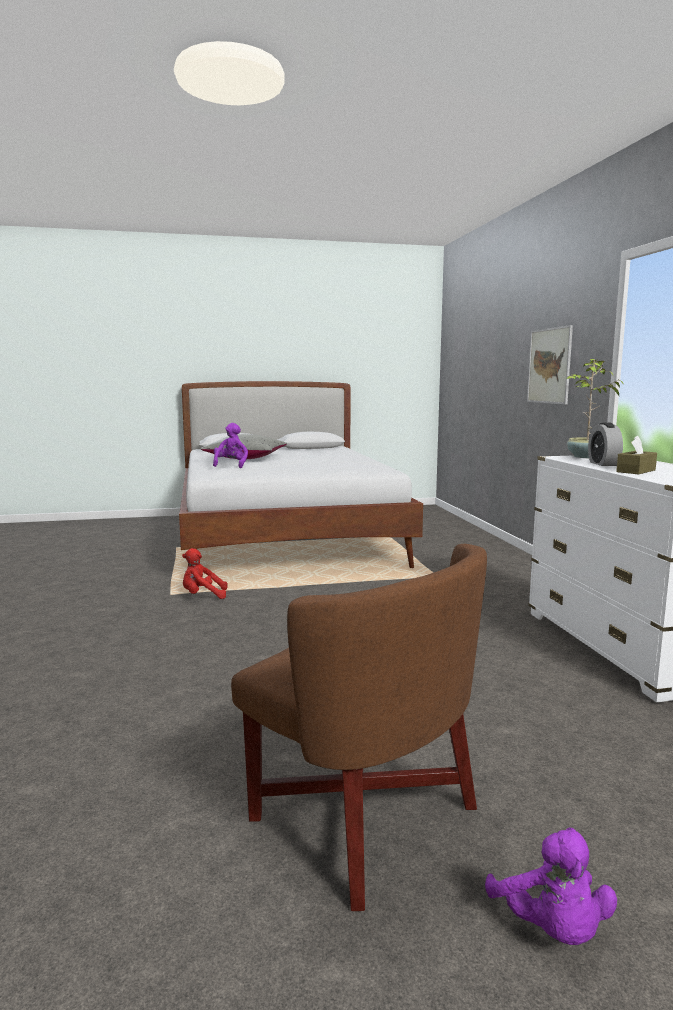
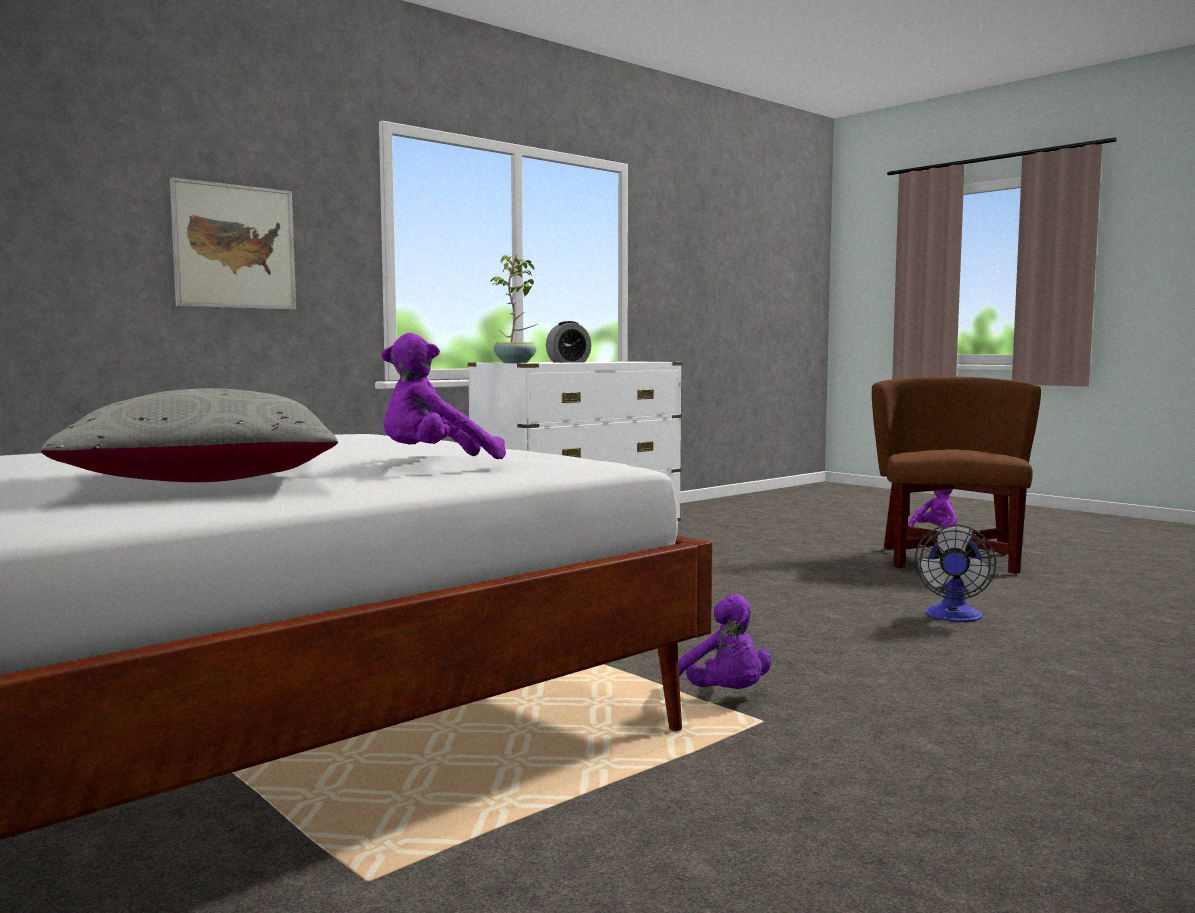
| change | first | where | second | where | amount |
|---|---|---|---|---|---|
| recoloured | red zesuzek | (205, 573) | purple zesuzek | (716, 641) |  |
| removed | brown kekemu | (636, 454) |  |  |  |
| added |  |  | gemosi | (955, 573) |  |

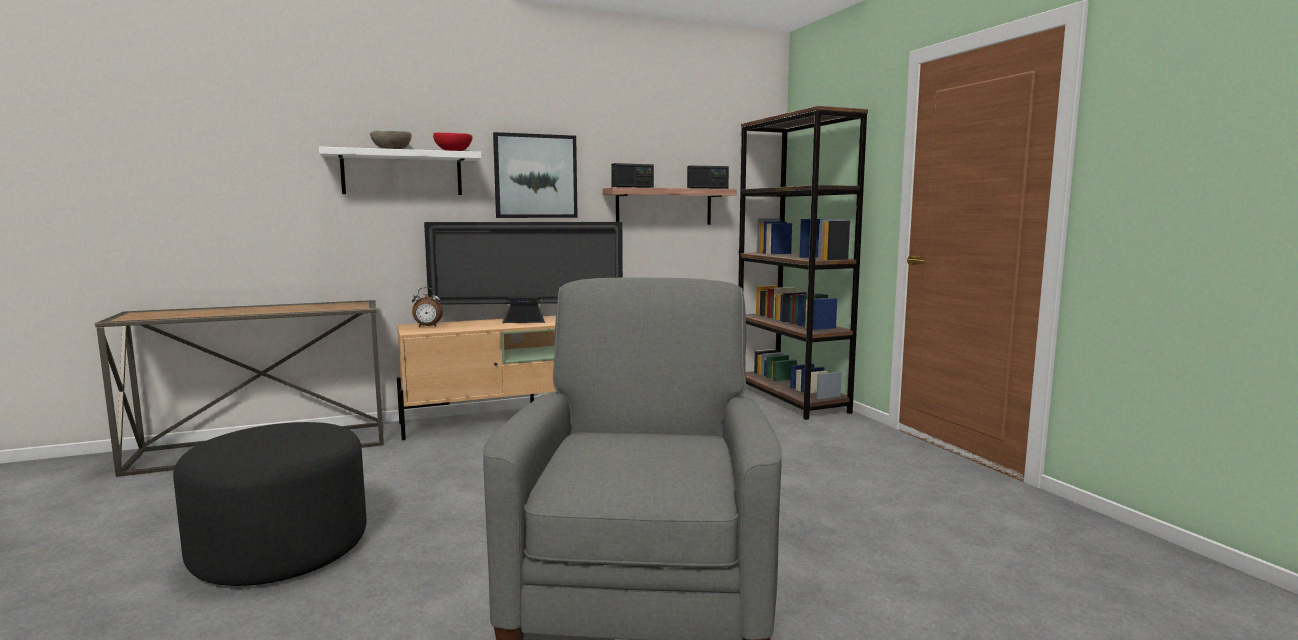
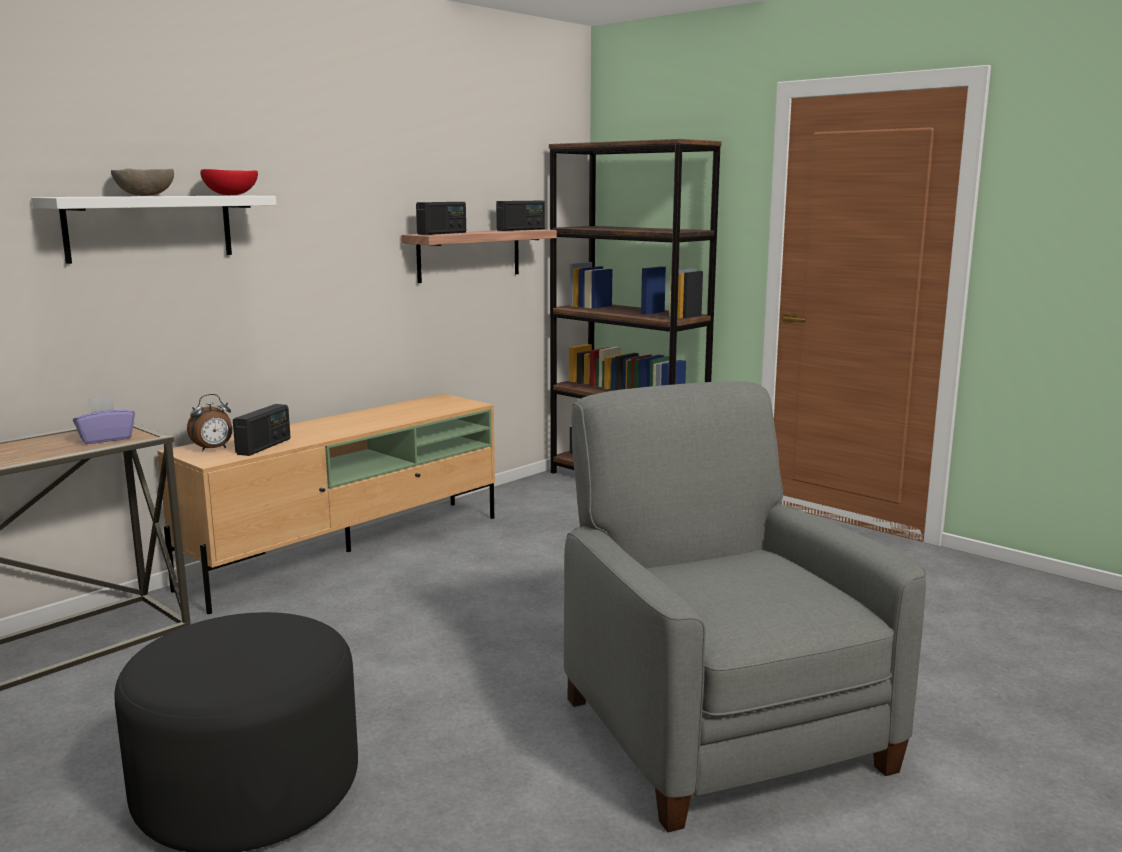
| change | first | where | second | where | amount |
|---|---|---|---|---|---|
| removed | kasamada | (523, 272) |  |  |  |
| removed | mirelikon | (535, 175) |  |  |  |
| added |  |  | purple kekemu | (104, 420) |  |
| added |  |  | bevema | (262, 430) |  |

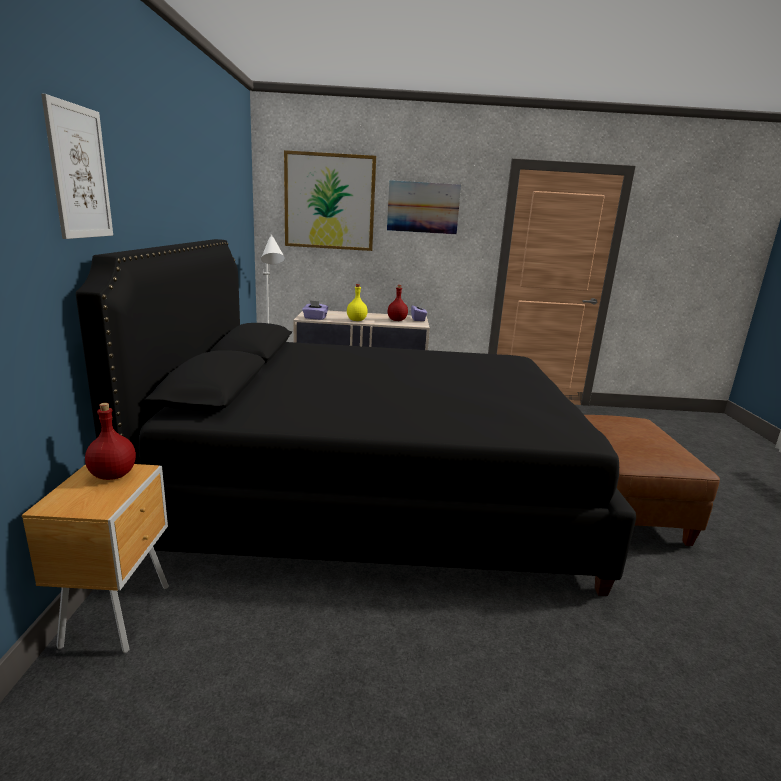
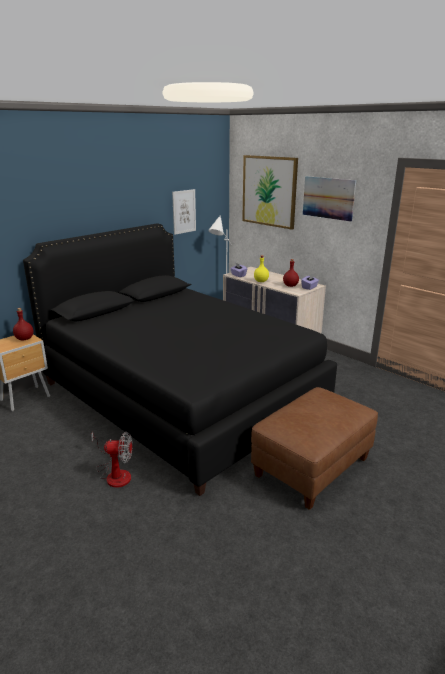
| change | first | where | second | where | amount |
|---|---|---|---|---|---|
| moved | mirelikon | (77, 166) |  | (184, 212) |  |
| added |  |  | gemosi | (112, 460) |  |

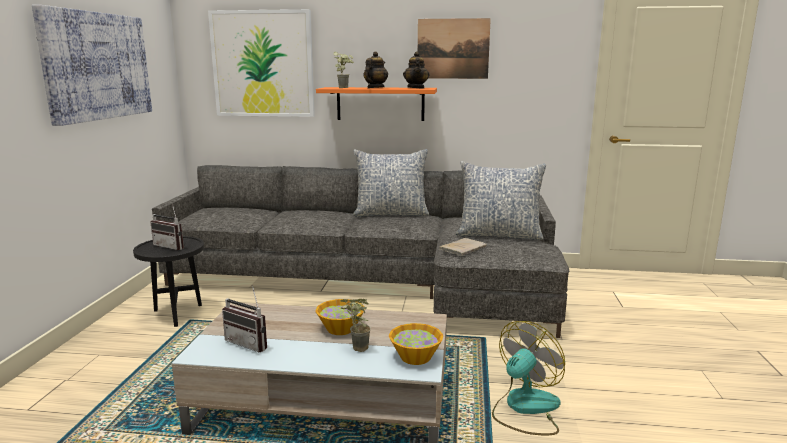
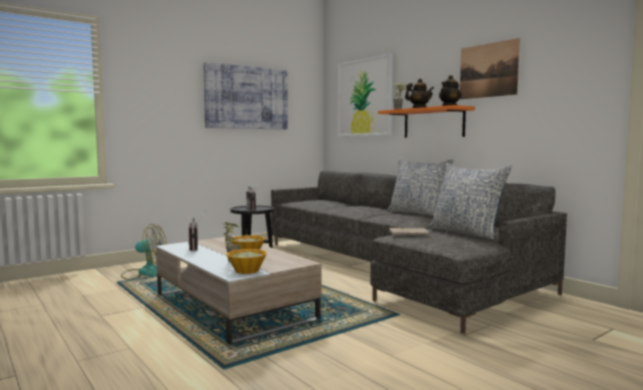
| change | first | where | second | where | amount |
|---|---|---|---|---|---|
| moved | gemosi | (528, 378) |  | (144, 252) |  |

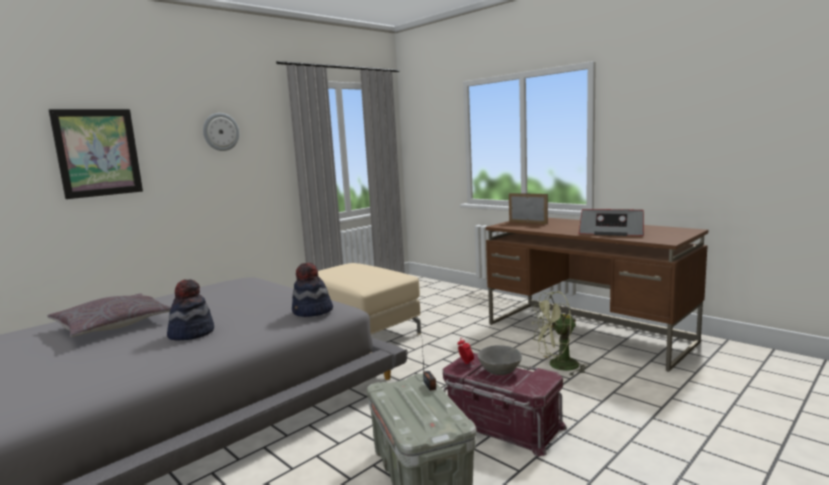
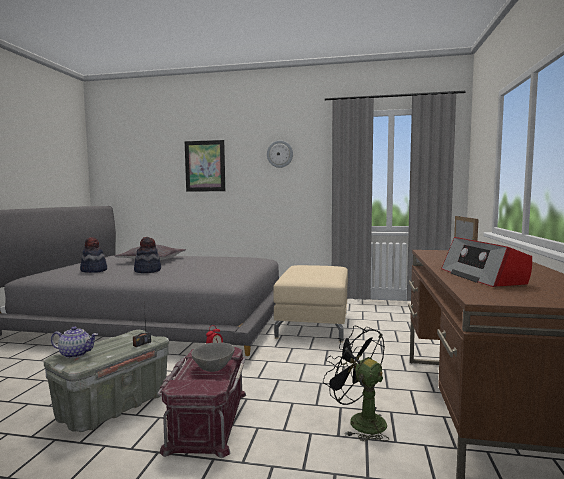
| change | first | where | second | where | amount |
|---|---|---|---|---|---|
| moved | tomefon | (312, 290) |  | (93, 255) |  |
| recoloured | green gemosi | (561, 333) | black gemosi | (356, 384) |  |
| added |  |  | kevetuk | (74, 342) |  |

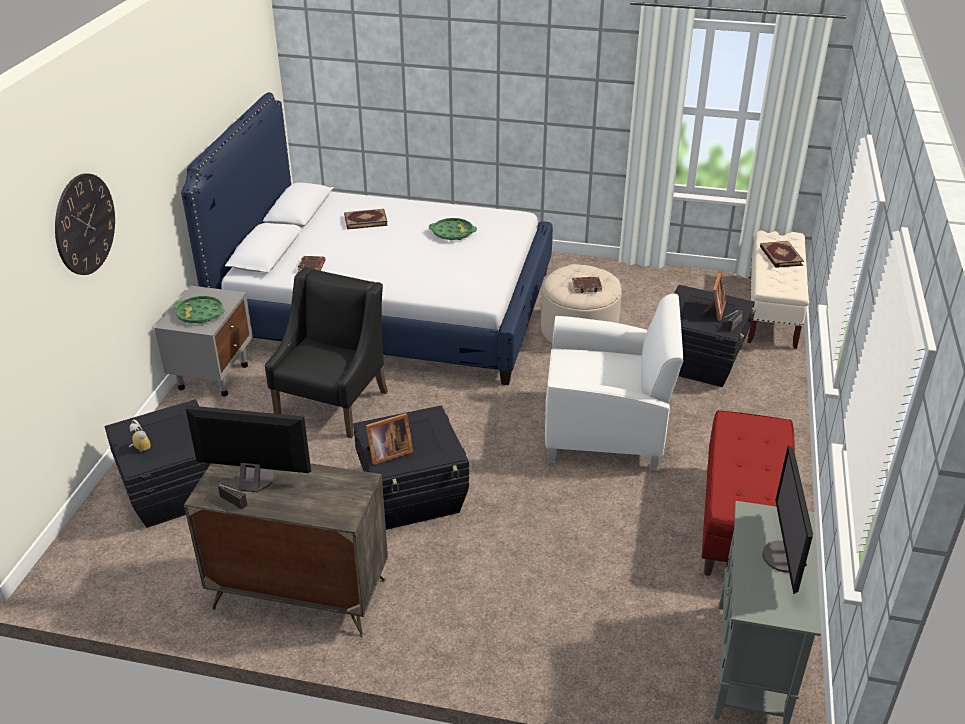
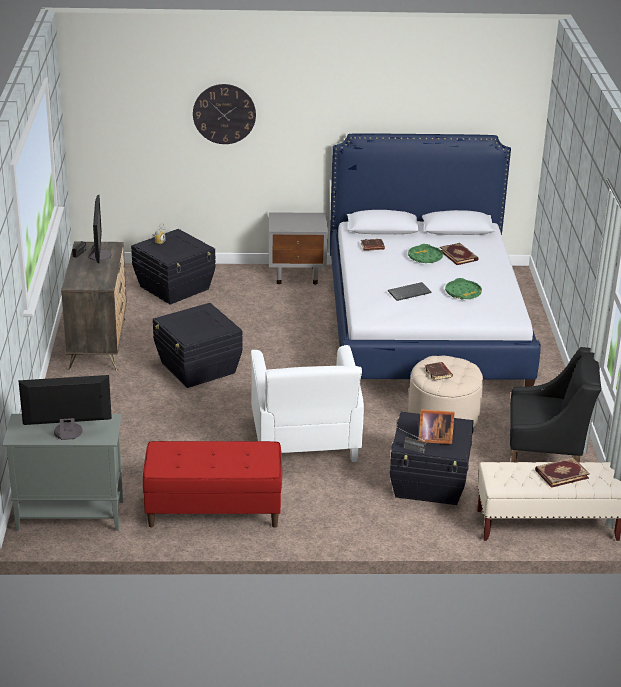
| change | first | where | second | where | amount |
|---|---|---|---|---|---|
| moved | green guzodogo | (199, 310) |  | (425, 253) |  |
| moved | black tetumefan | (326, 352) |  | (555, 405) |  |
| removed | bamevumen | (389, 439) |  |  |  |
| added |  |  | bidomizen | (409, 291) |  |

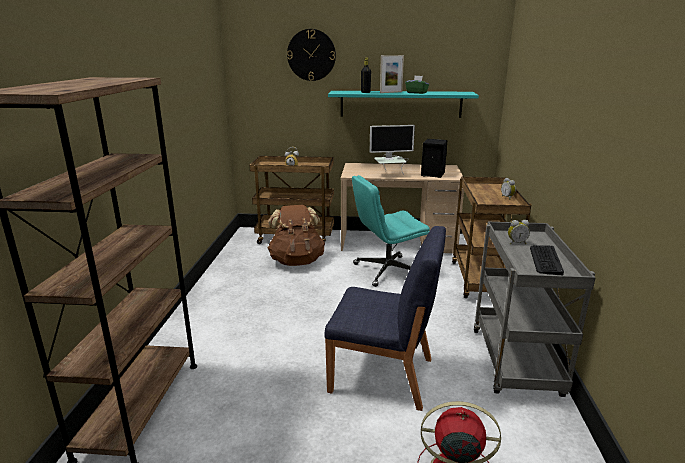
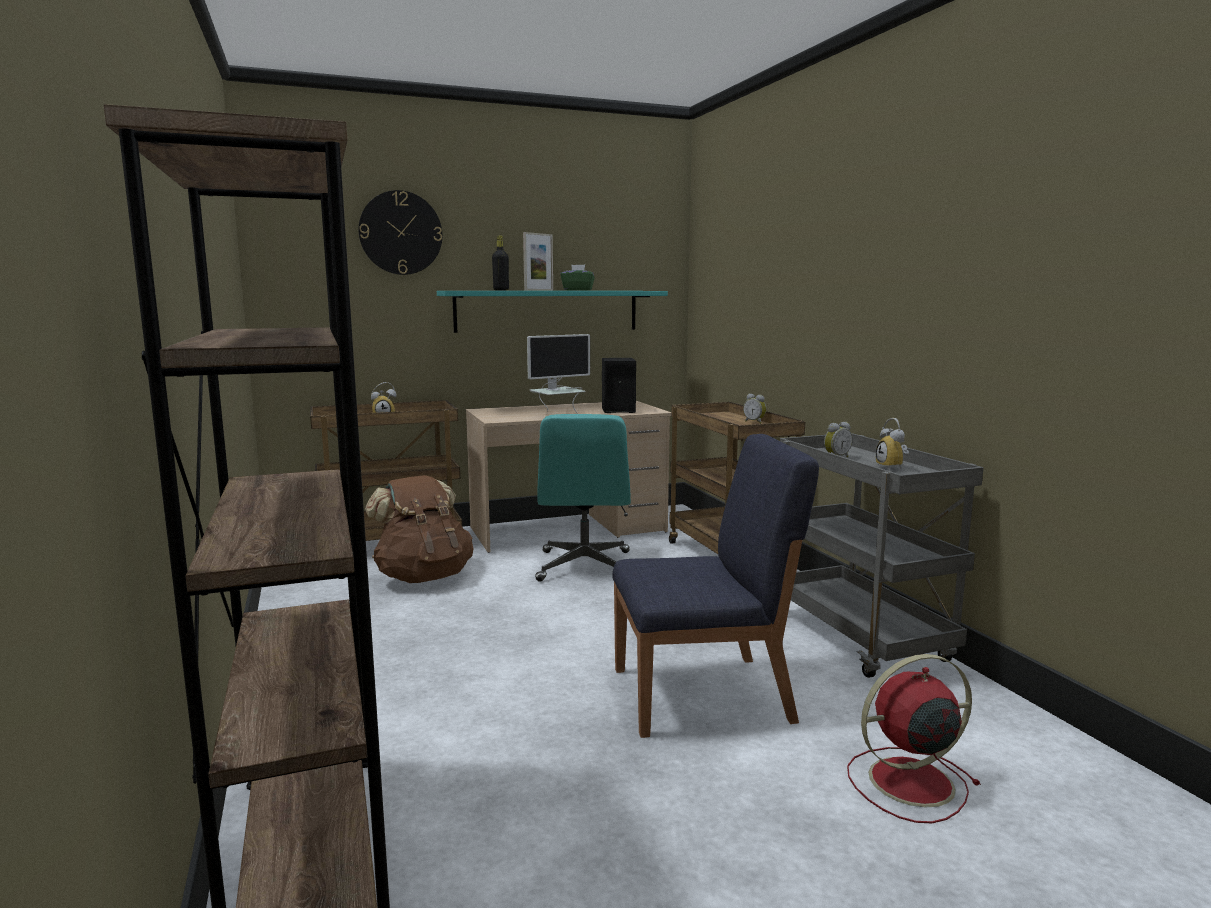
| change | first | where | second | where | amount |
|---|---|---|---|---|---|
| turned | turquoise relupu | (391, 231) |  | (583, 498) | 45 degrees counterclockwise |
| replaced | bidomizen | (547, 260) | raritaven | (892, 444) |  |

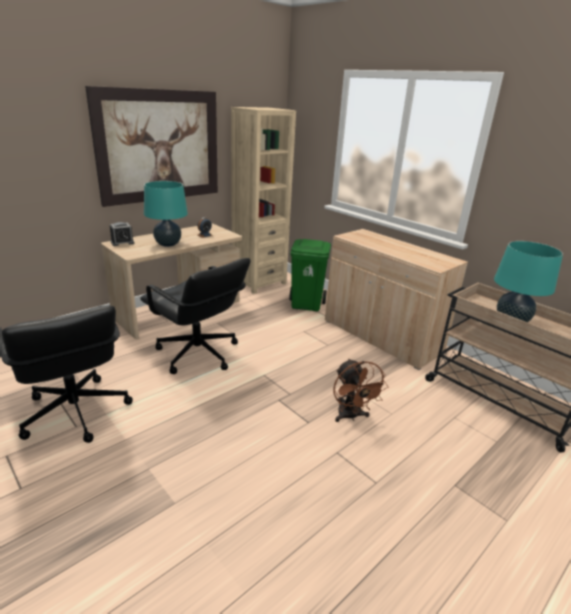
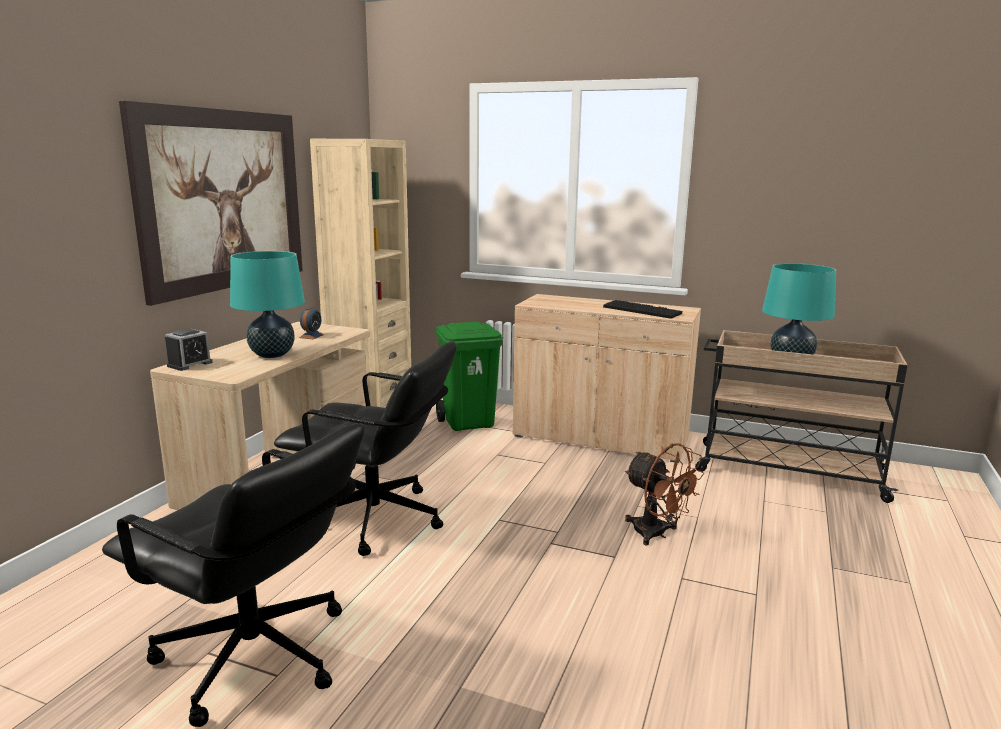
| change | first | where | second | where | amount |
|---|---|---|---|---|---|
| added |  |  | bidomizen | (642, 309) |  |

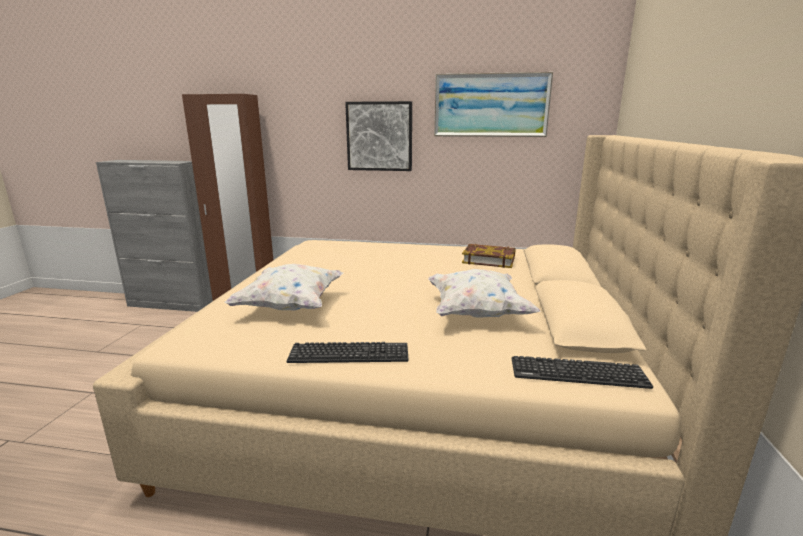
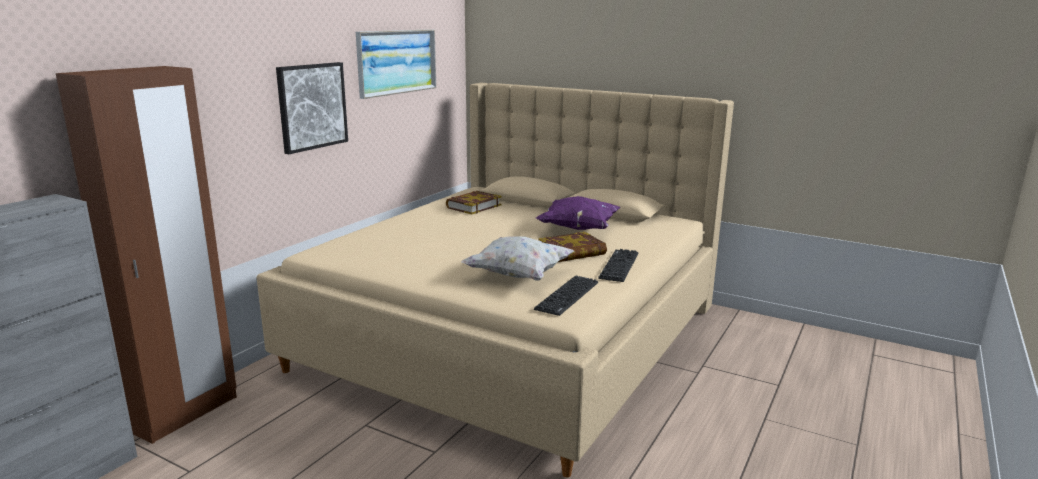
| change | first | where | second | where | amount |
|---|---|---|---|---|---|
| recoloured | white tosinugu | (484, 293) | purple tosinugu | (578, 213) |  |
| moved | bidomizen | (582, 372) |  | (566, 296) |  |
| added |  |  | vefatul | (572, 247) |  |

